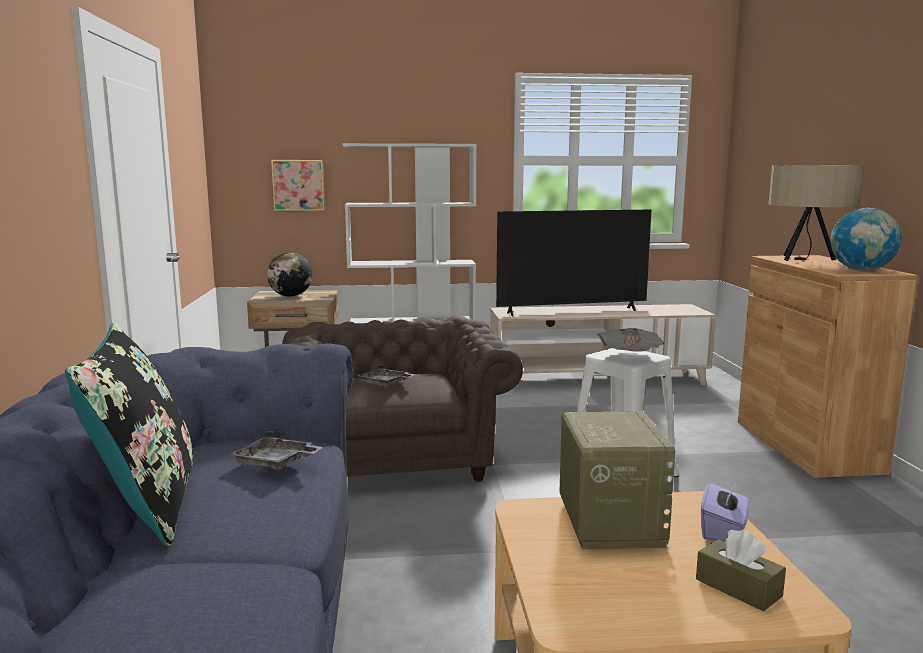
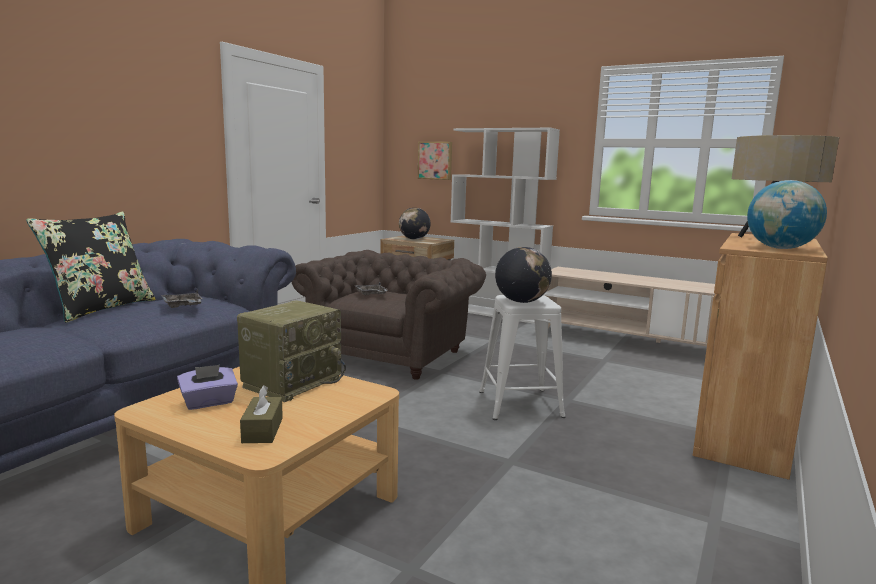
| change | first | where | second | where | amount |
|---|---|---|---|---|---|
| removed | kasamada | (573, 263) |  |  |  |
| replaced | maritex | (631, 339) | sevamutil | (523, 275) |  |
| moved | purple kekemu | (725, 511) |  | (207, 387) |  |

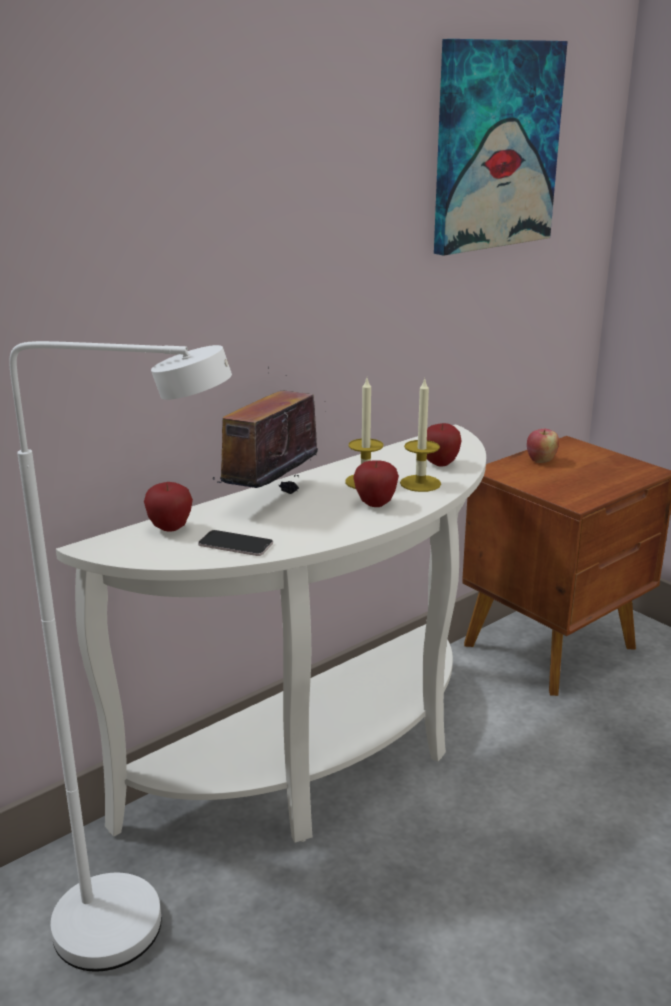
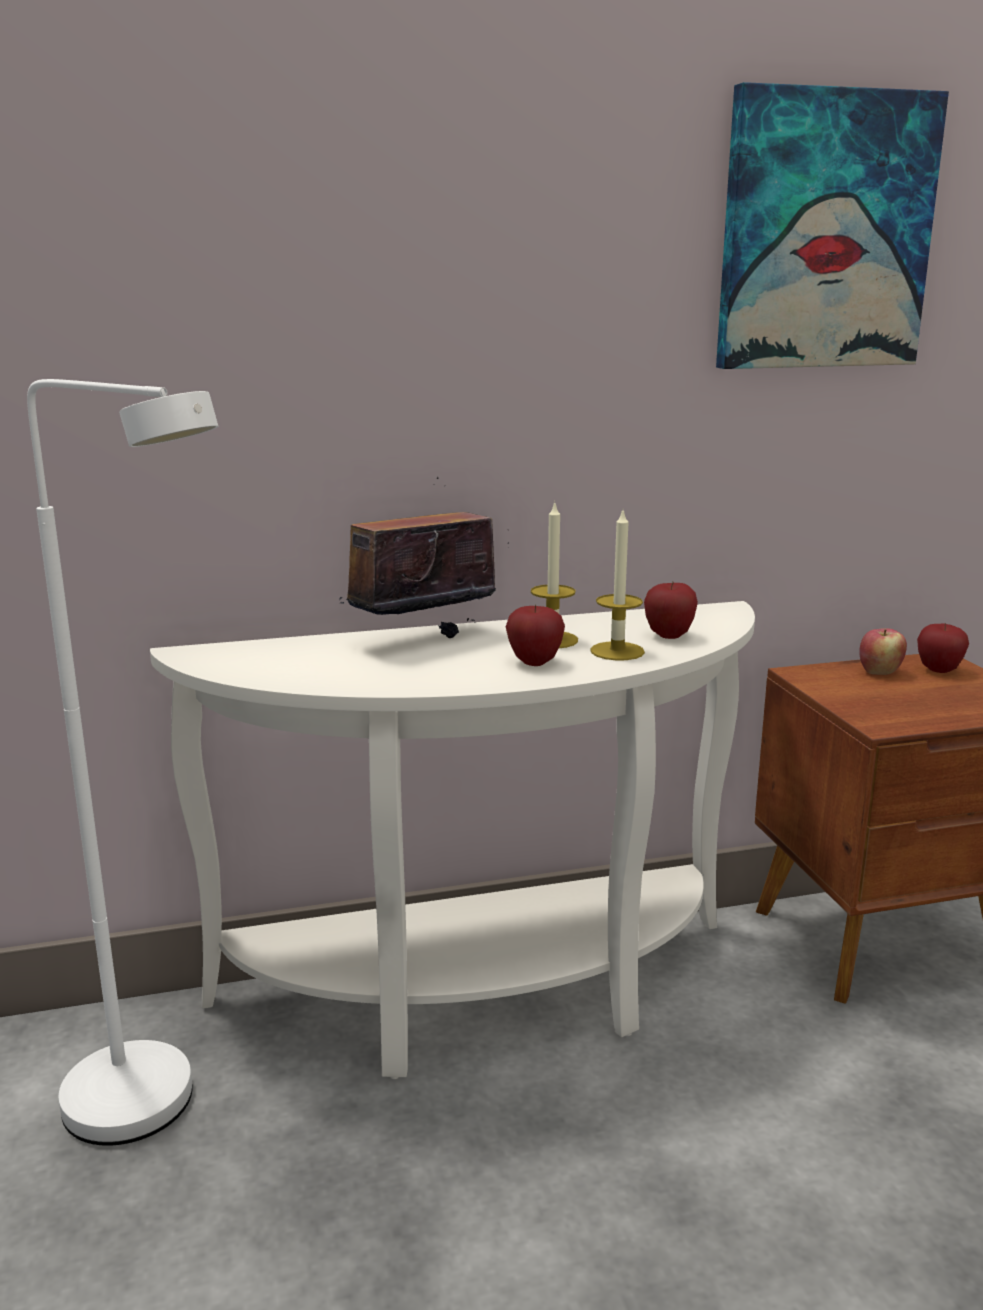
| change | first | where | second | where | amount |
|---|---|---|---|---|---|
| moved | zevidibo | (168, 507) |  | (943, 648) |  |
| removed | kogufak | (235, 543) |  |  |  |

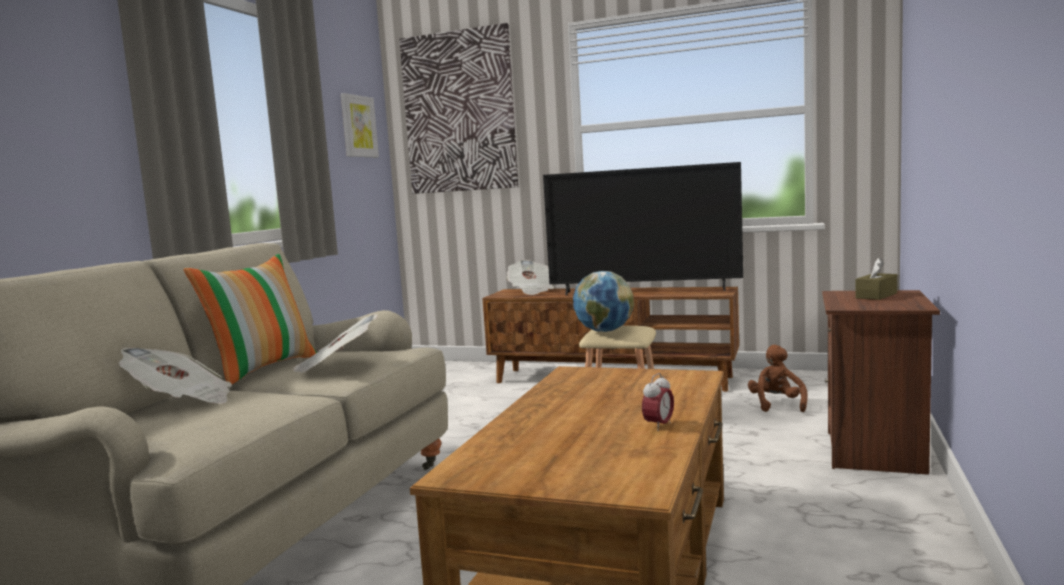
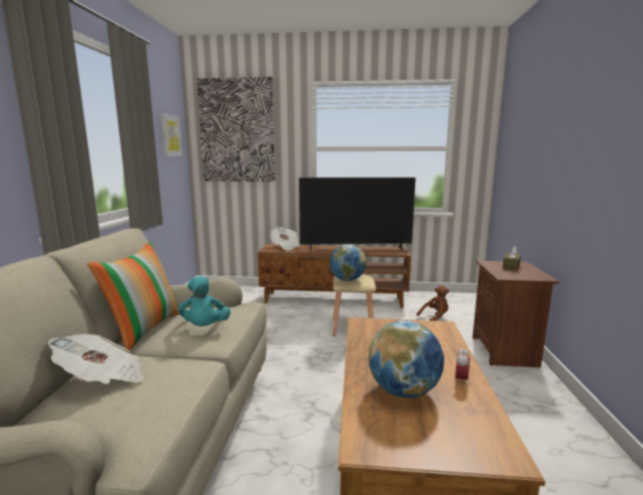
| change | first | where | second | where | amount |
|---|---|---|---|---|---|
| replaced | maritex | (335, 343) | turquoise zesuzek | (204, 301) |  |
| turned | brown zesuzek | (778, 378) |  | (433, 303) | 75 degrees clockwise |
| added |  |  | sevamutil | (406, 359) |  |

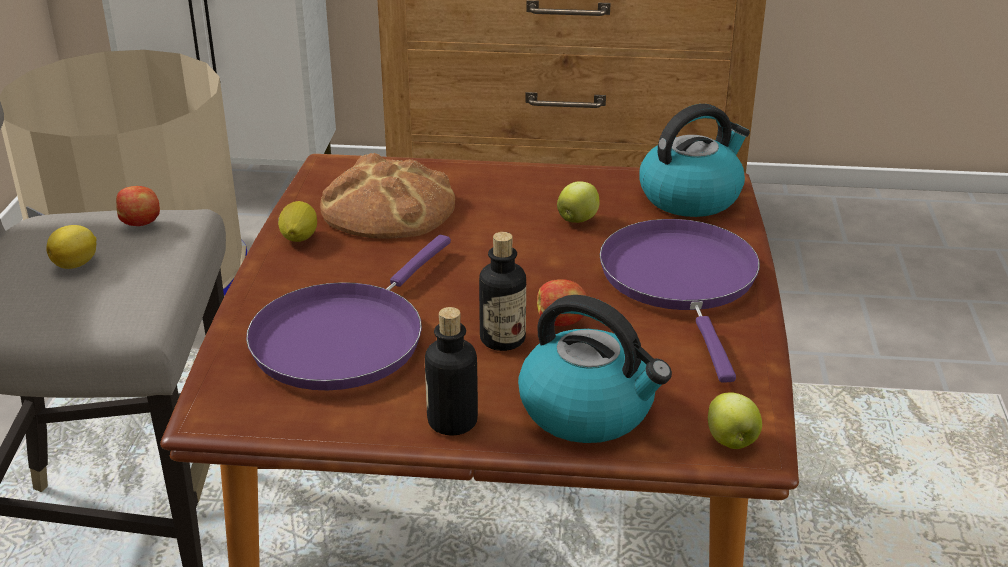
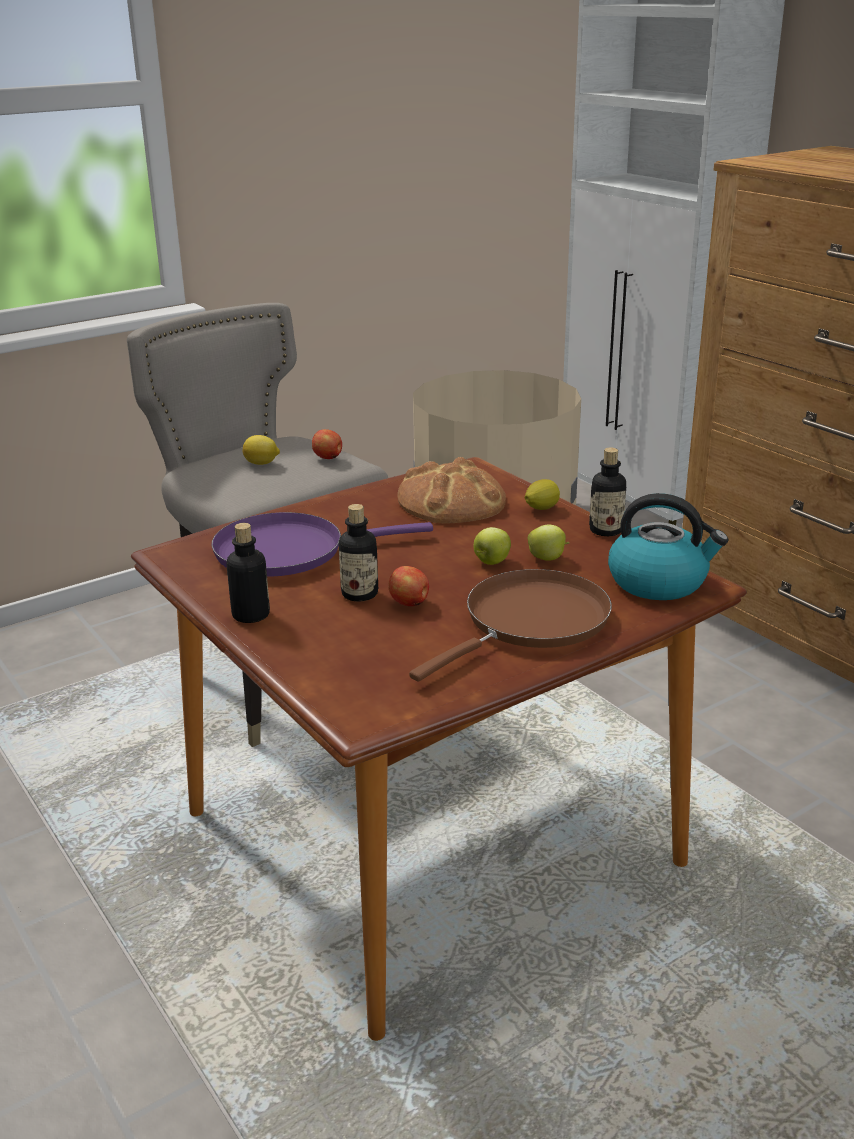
| change | first | where | second | where | amount |
|---|---|---|---|---|---|
| moved | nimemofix | (297, 221) |  | (542, 494) |  |
| removed | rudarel | (595, 369) |  |  |  |
| recoloured | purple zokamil | (680, 301) | brown zokamil | (510, 625) |  |
| moved | zevidibo | (735, 420) |  | (492, 546) |  |
| added |  |  | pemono | (607, 491) |  |

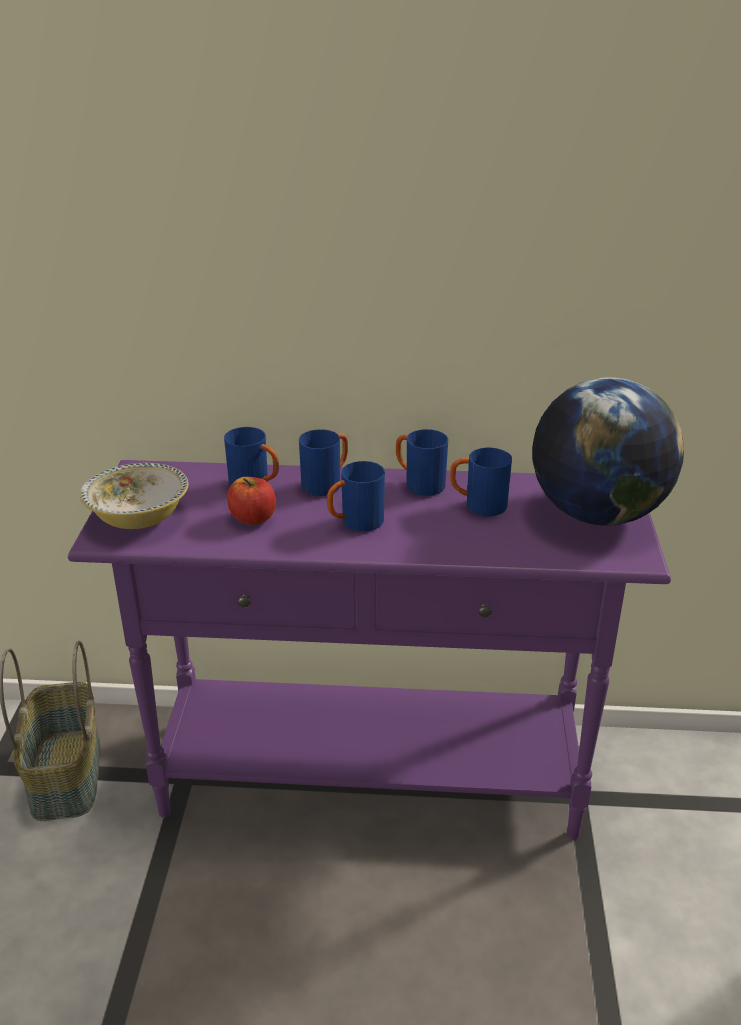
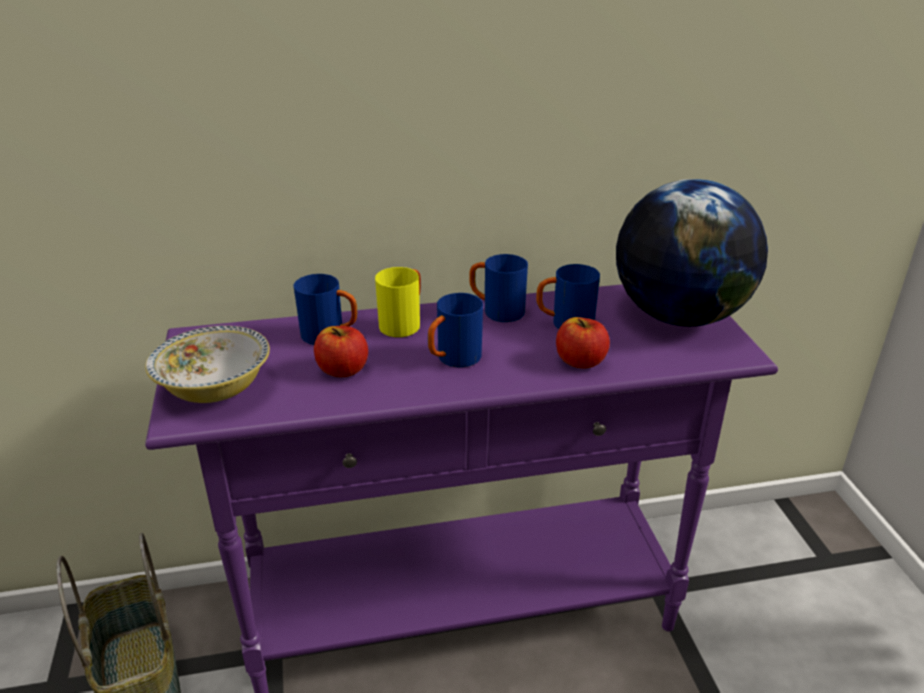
| change | first | where | second | where | amount |
|---|---|---|---|---|---|
| recoloured | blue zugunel | (323, 462) | yellow zugunel | (398, 302) |  |
| added |  |  | zevidibo | (583, 343) |  |

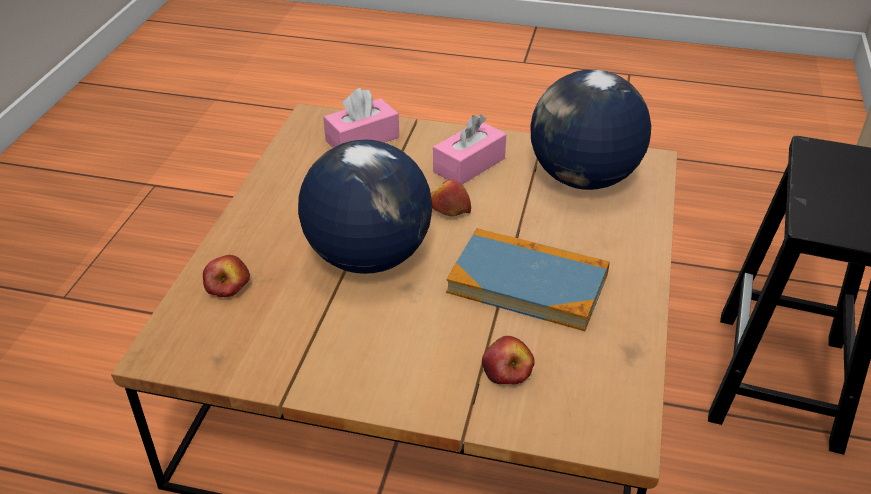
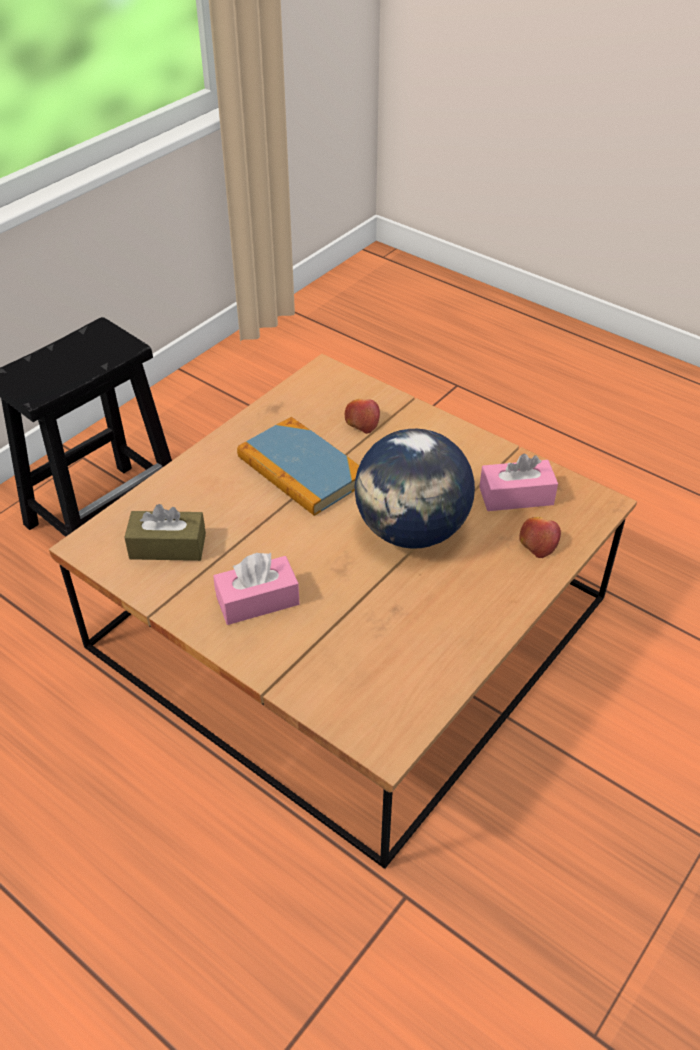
| change | first | where | second | where | amount |
|---|---|---|---|---|---|
| moved | pink kekemu | (361, 118) |  | (518, 482) |  |
| removed | zevidibo | (451, 197) |  |  |  |
| replaced | sevamutil | (591, 130) | brown kekemu | (165, 532) |  |

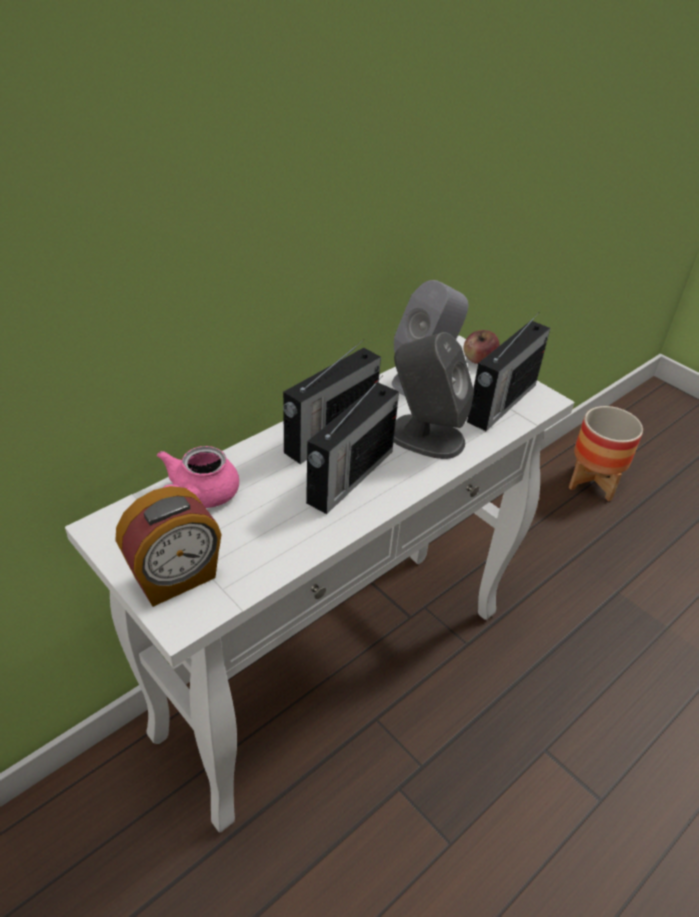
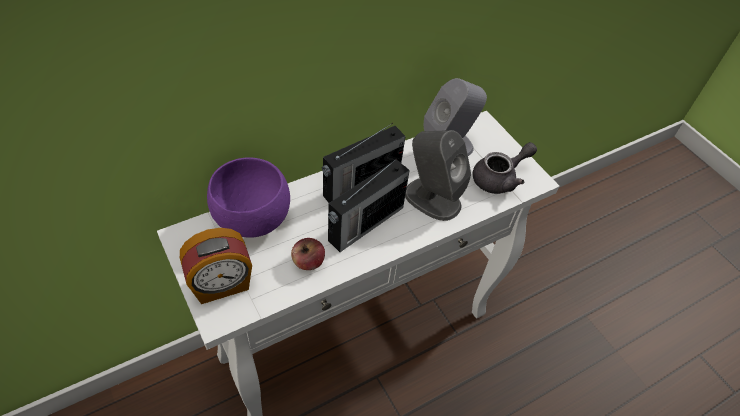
| change | first | where | second | where | amount |
|---|---|---|---|---|---|
| replaced | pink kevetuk | (198, 477) | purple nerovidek | (248, 197) |  |
| moved | zevidibo | (481, 347) |  | (308, 254) |  |
| replaced | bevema | (508, 371) | grey kevetuk | (504, 168) |  |
| removed | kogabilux | (606, 453) |  |  |  |

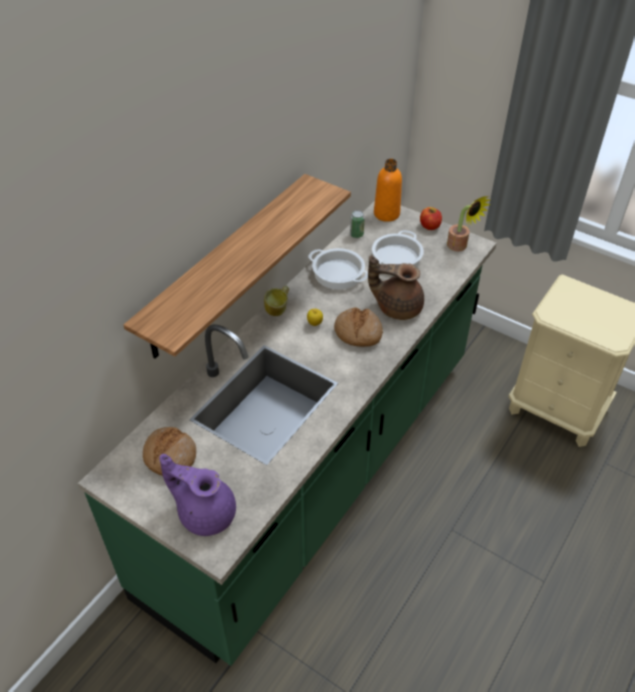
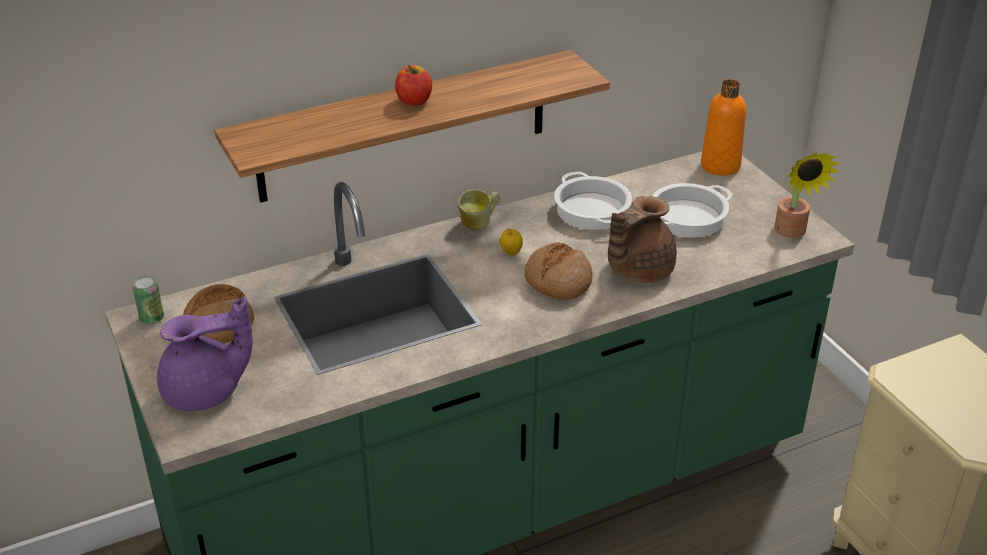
| change | first | where | second | where | amount |
|---|---|---|---|---|---|
| turned | purple kevetuk | (197, 495) |  | (205, 353) | 105 degrees clockwise |
| moved | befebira | (357, 224) |  | (148, 300) |  |
| turned | brown kevetuk | (396, 287) |  | (642, 239) | 90 degrees counterclockwise |
| moved | zevidibo | (431, 218) |  | (413, 85) |  |

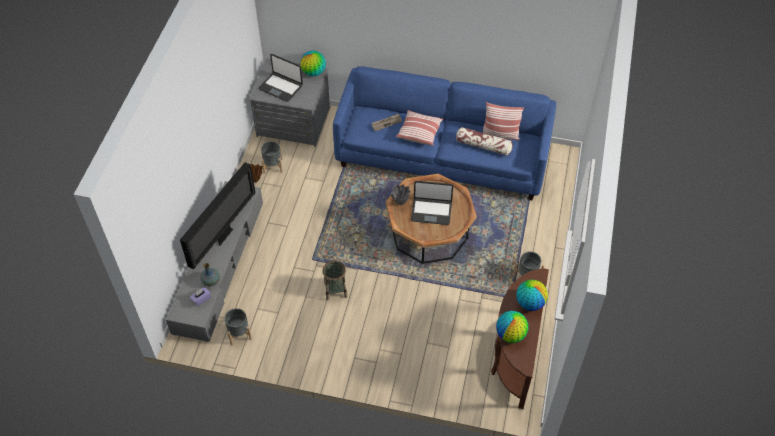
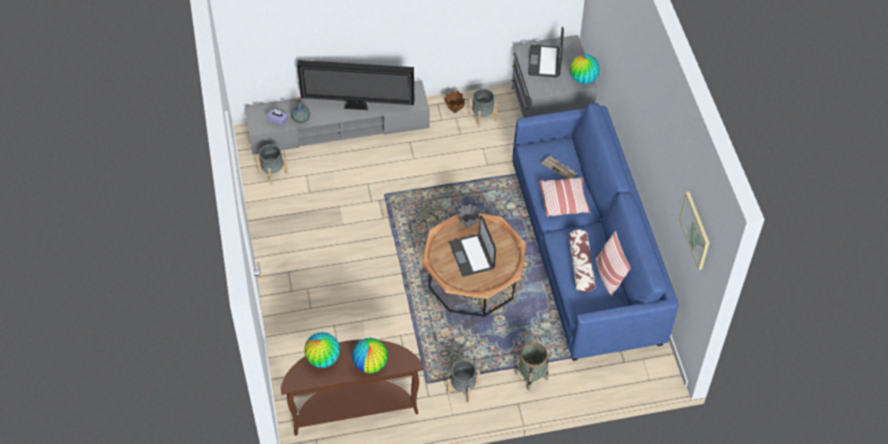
| change | first | where | second | where | amount |
|---|---|---|---|---|---|
| moved | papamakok | (334, 280) |  | (531, 366) |  |
| added |  |  | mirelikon | (694, 231) |  |

